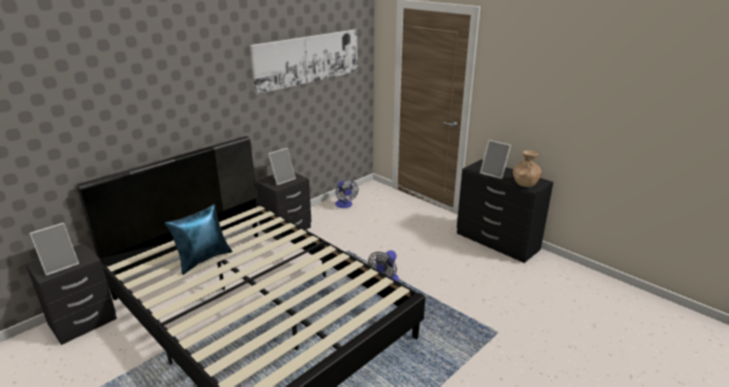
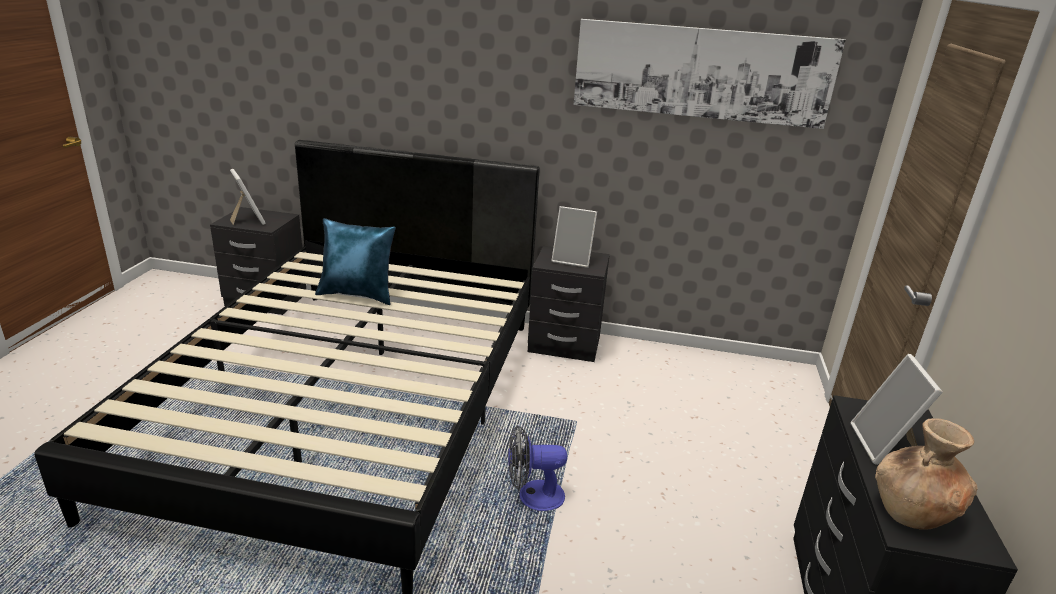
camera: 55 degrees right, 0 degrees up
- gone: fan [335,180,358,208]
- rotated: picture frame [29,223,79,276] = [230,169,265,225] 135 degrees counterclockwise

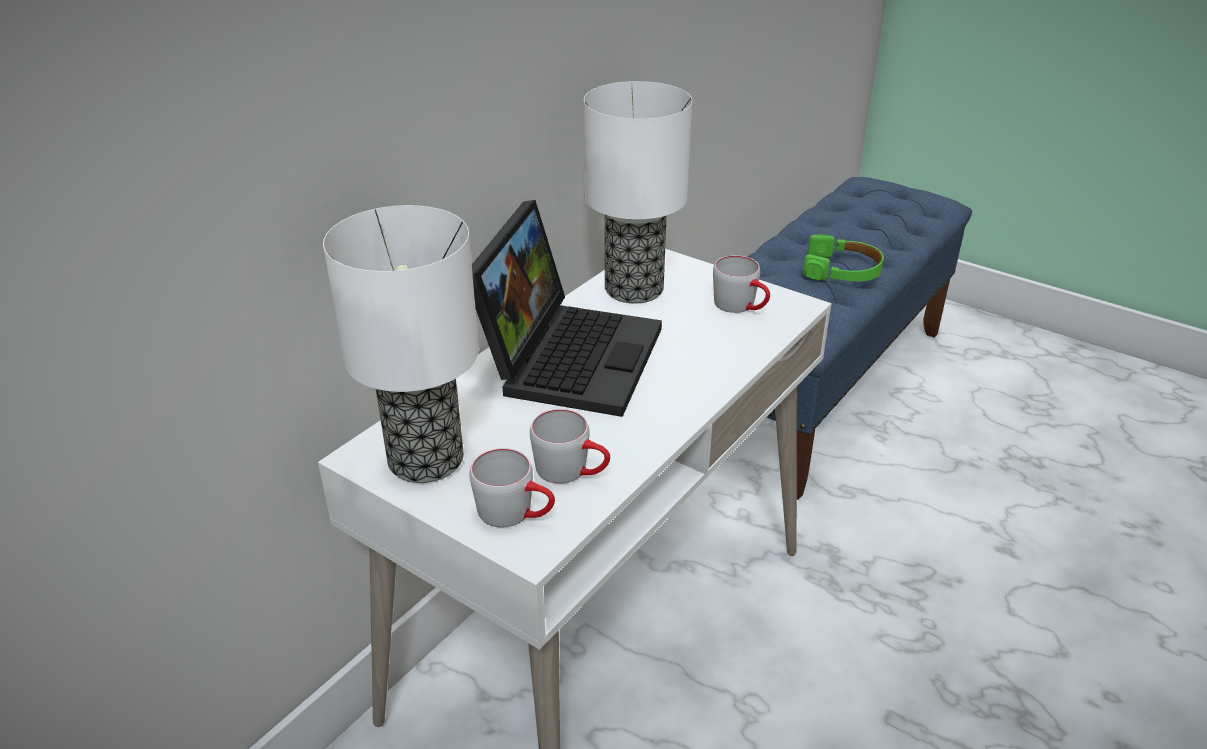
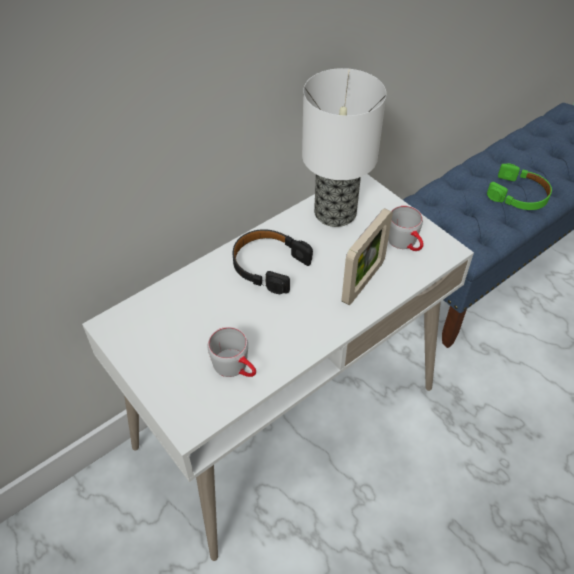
camera: 15 degrees right, 15 degrees up
- gone: table lamp [323,205,479,483]
- gone: grey mug [470,448,555,527]
- new: picture frame [342,208,393,305]
- swapped: laptop [472,200,662,417] to black headphones [232,229,313,294]

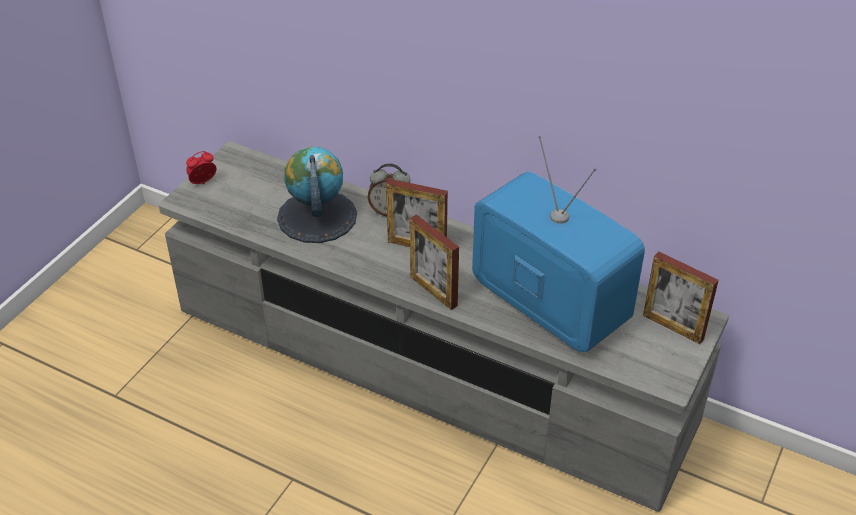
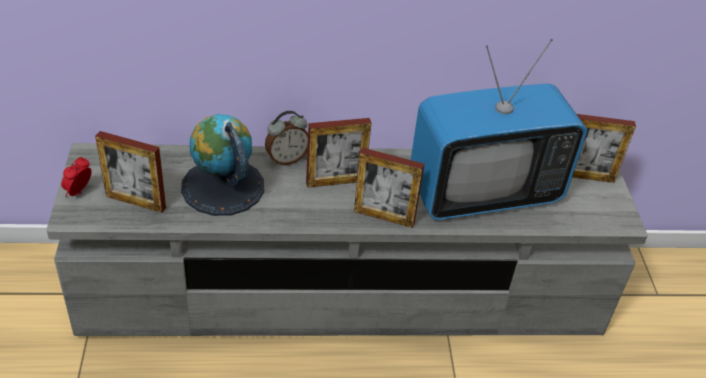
camera: 35 degrees left, 0 degrees up
- new: picture frame [95,131,166,213]
- rotated: television [472,136,645,352] = [411,39,587,220] 150 degrees clockwise

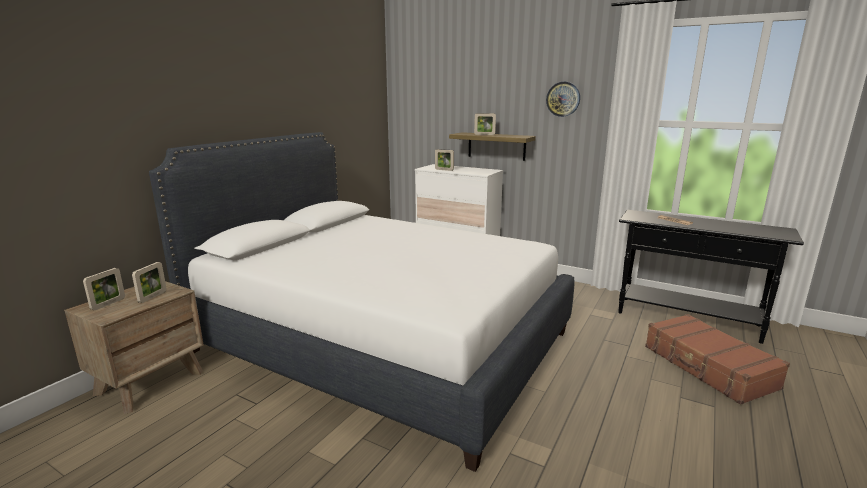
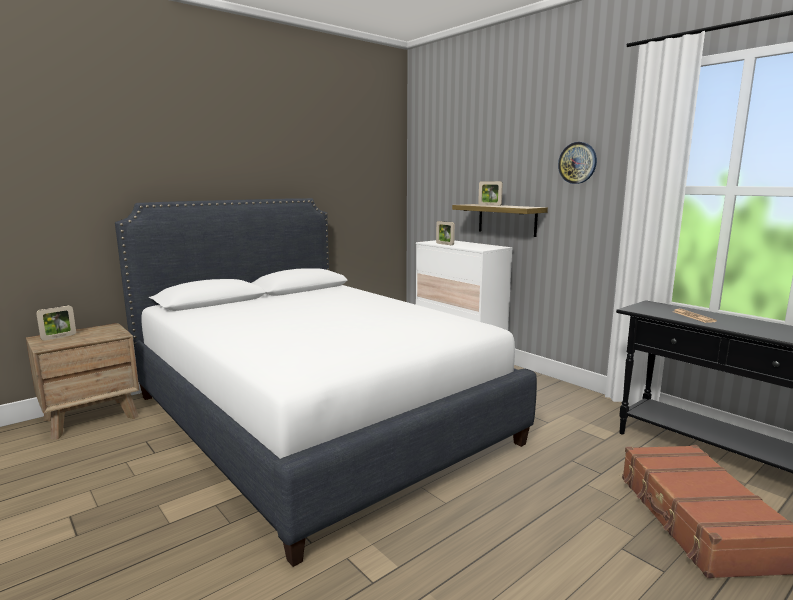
camera: 20 degrees right, 5 degrees down
- gone: picture frame [132,262,167,303]

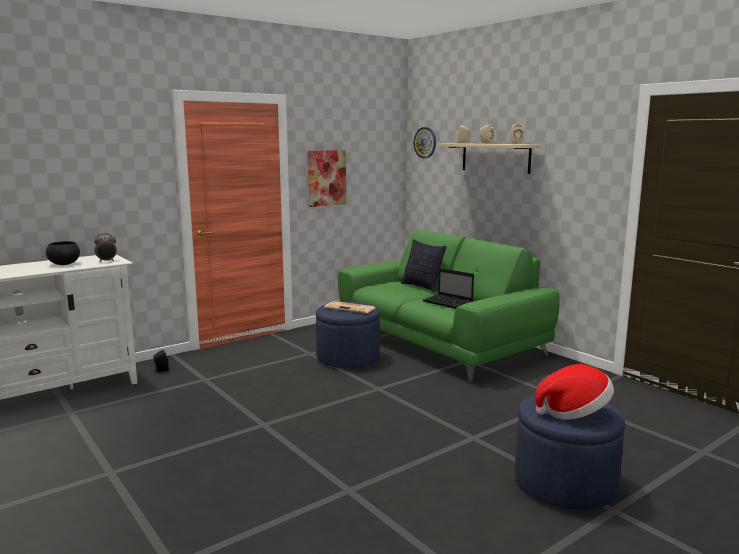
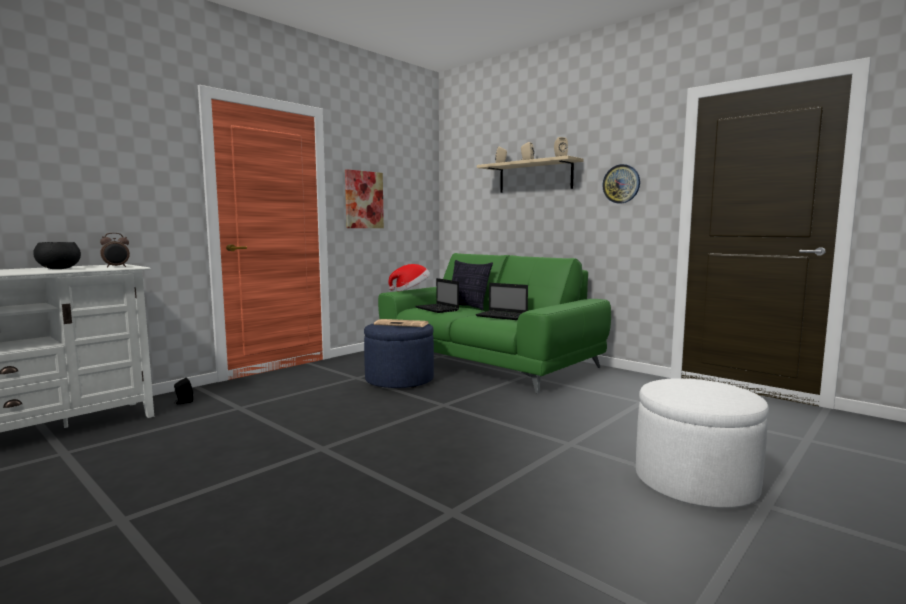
camera: 10 degrees left, 5 degrees down
- new: laptop [415,278,459,313]
- shifted: wall clock [414,127,436,158] to [603,164,640,203]
- shifted: hat [535,364,614,420] to [388,264,430,292]
- repainted: blue ottoman [515,394,625,510] to white ottoman [636,378,769,508]

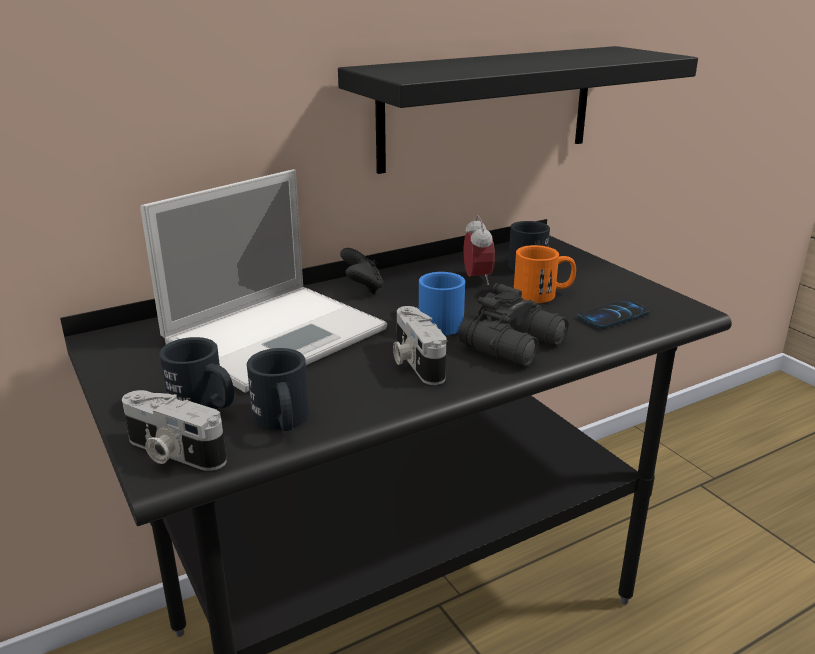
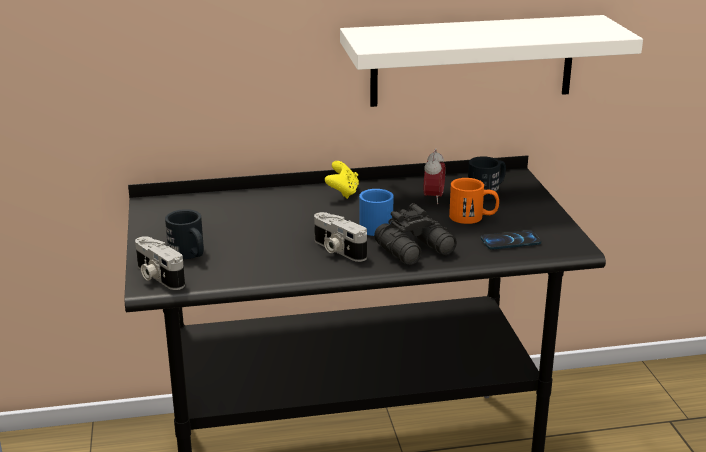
camera: 20 degrees right, 0 degrees up
- gone: laptop [140,169,387,393]
- gone: black mug [247,348,309,431]
- repainted: black shelf [338,46,698,174] to white shelf [340,15,643,107]
- repainted: black game controller [340,248,384,294] to yellow game controller [325,161,359,199]
- rotated: photo camera [393,306,447,385] = [314,212,367,262] 45 degrees counterclockwise

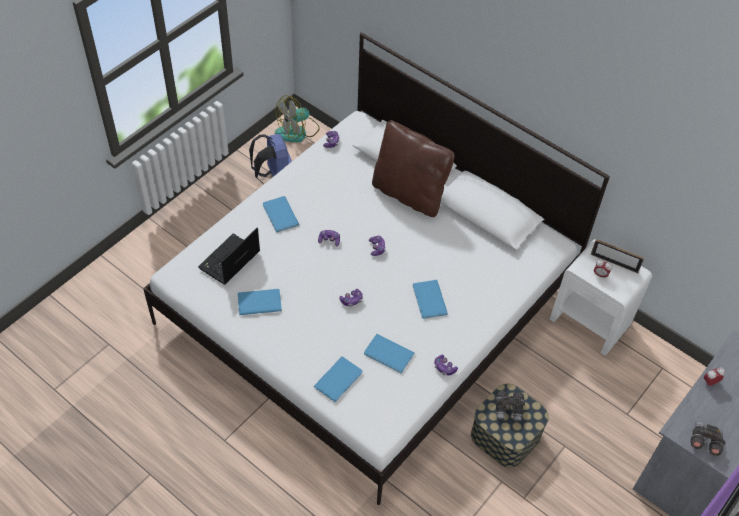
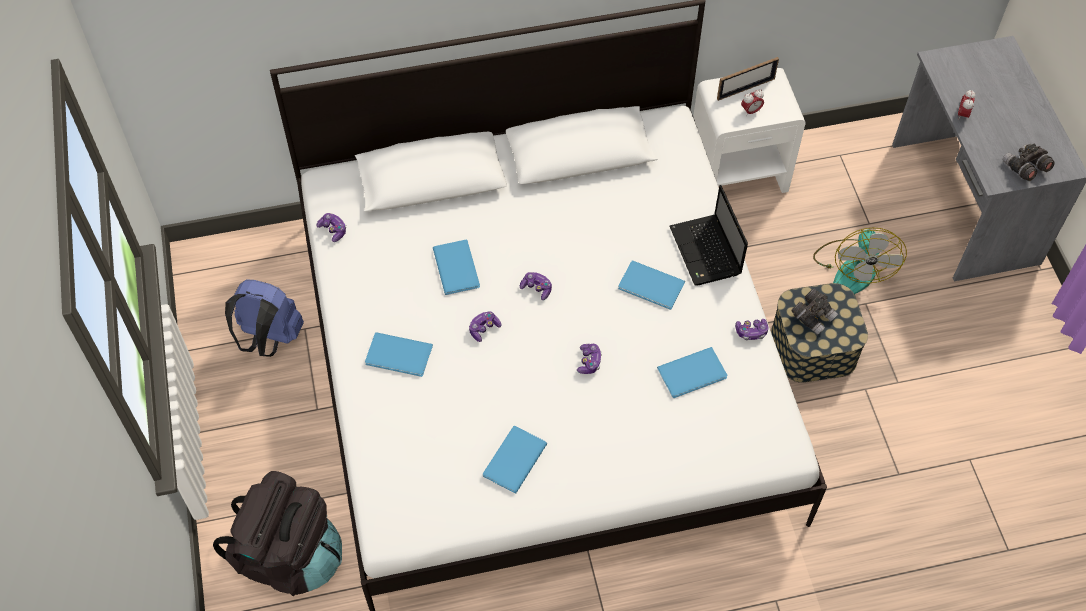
camera: 50 degrees left, 5 degrees up
- gone: brown pillow [372,120,455,217]
- new: black backpack [213,471,342,597]
- shifted: laptop [198,228,260,285] to [670,185,748,286]
- shifted: fan [275,95,319,142] to [813,227,907,294]
- shifted: blue book [314,356,362,402] to [433,240,480,295]

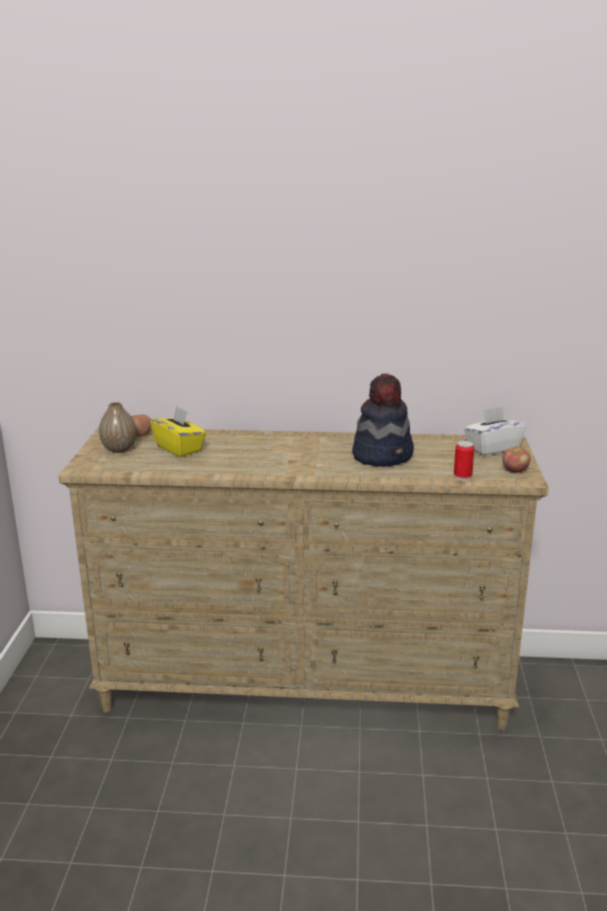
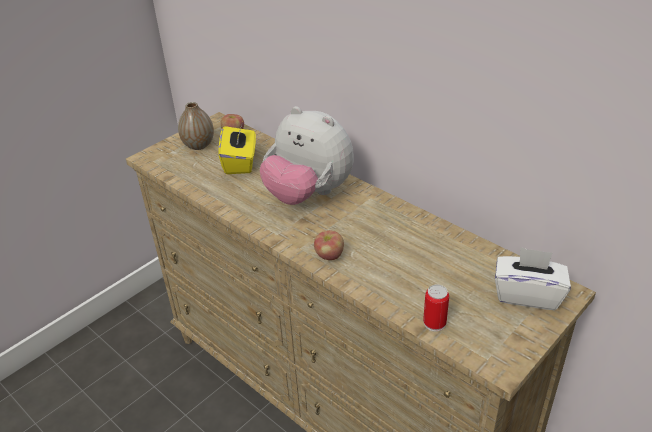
camera: 40 degrees right, 15 degrees up
- gone: hat [352,373,414,467]
- new: plush toy [260,106,354,205]
- shifted: apple [502,447,531,473] to [314,230,344,260]

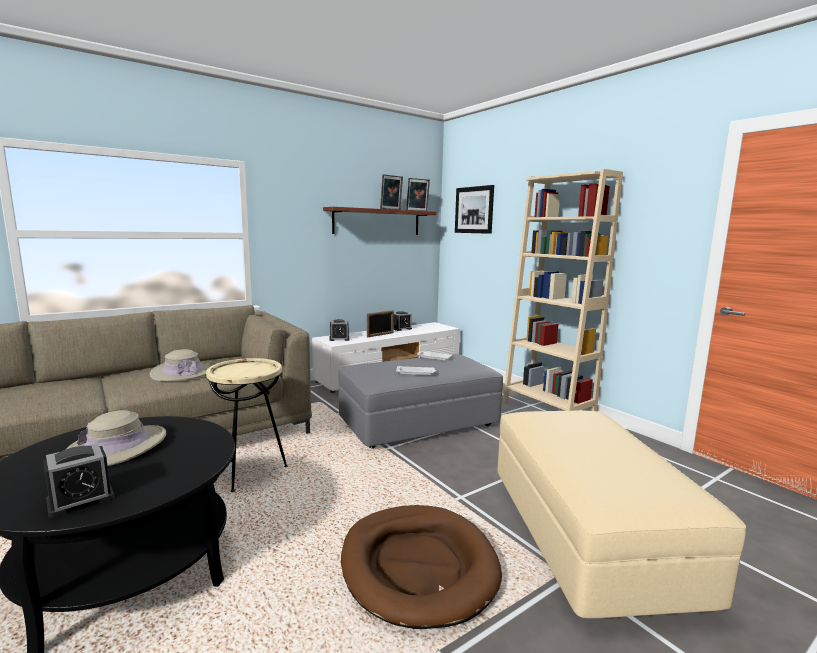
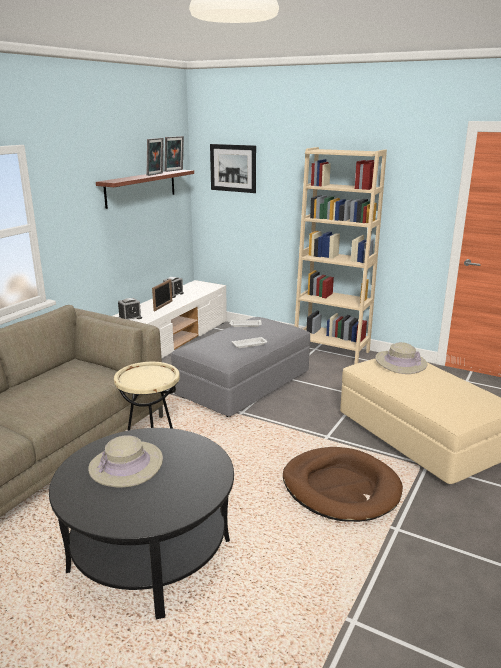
camera: 25 degrees left, 10 degrees up
- gone: alarm clock [43,443,114,518]
- shifted: beige hat [150,349,211,382] to [375,342,428,374]

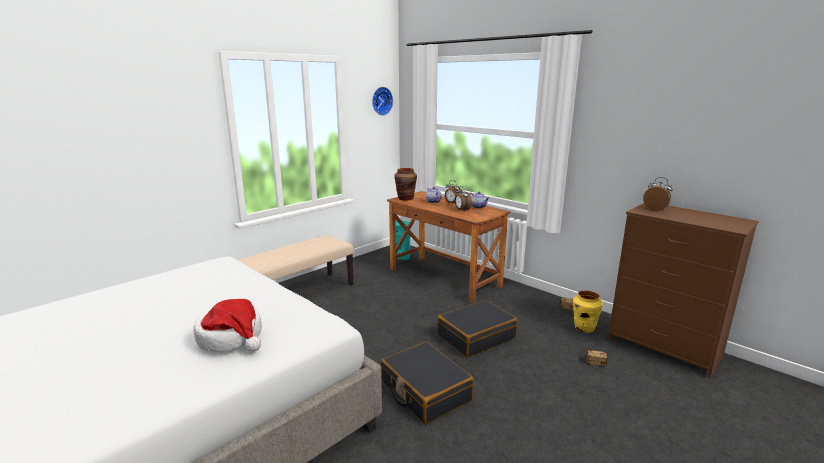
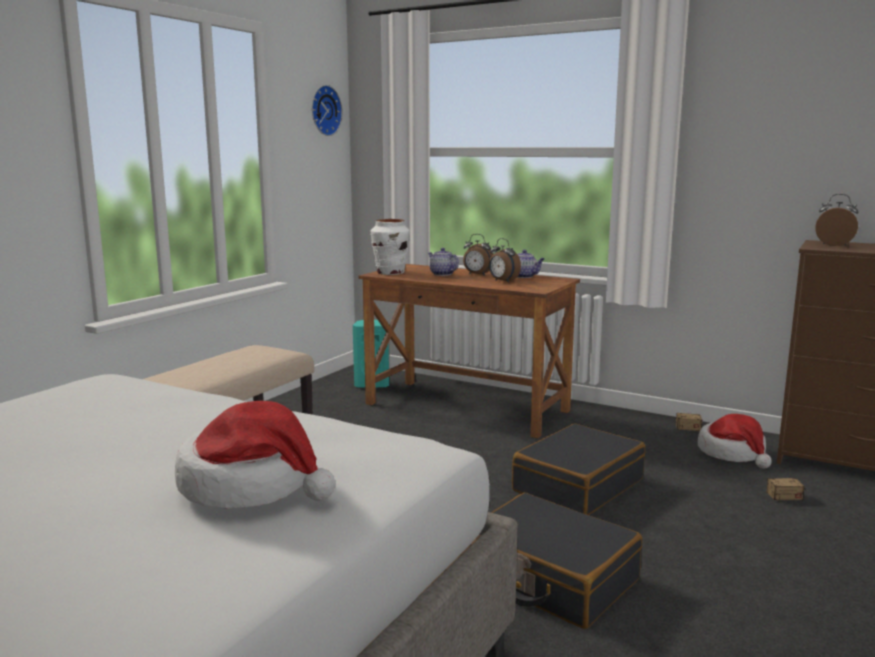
camera: 15 degrees left, 5 degrees down
- swapped: yellow vase [573,291,603,333] to hat [698,414,772,469]
- repainted: brown vase [395,168,417,200] to white vase [371,219,410,275]

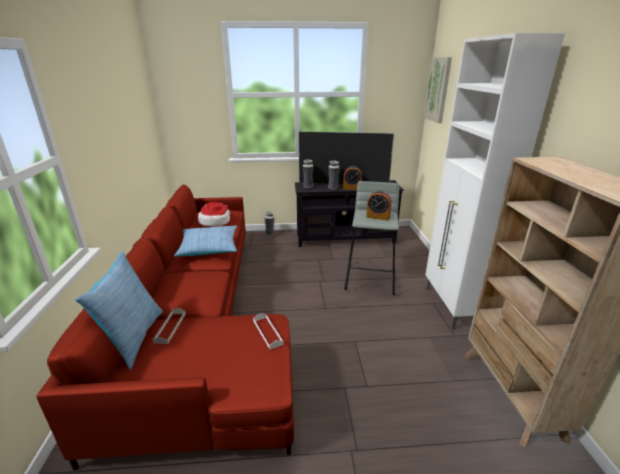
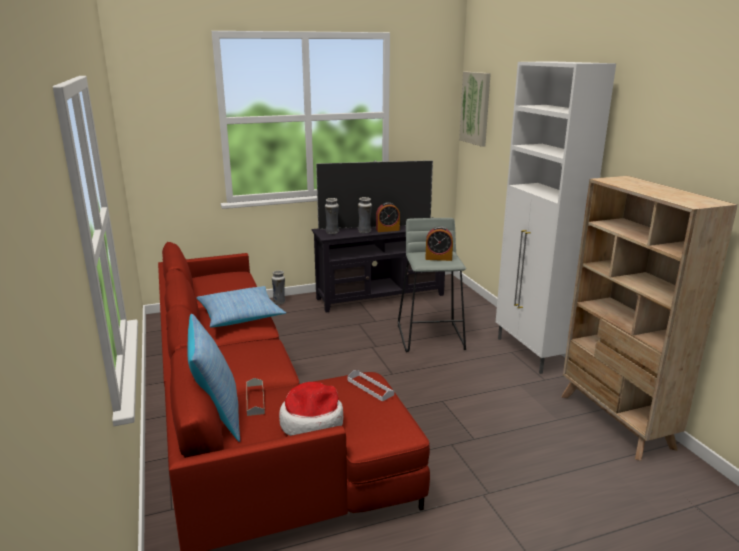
camera: 15 degrees left, 5 degrees down
- shifted: hat [198,202,230,226] to [279,382,343,436]

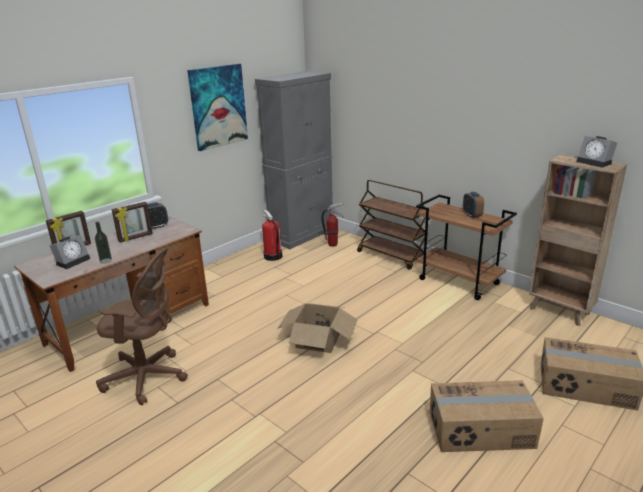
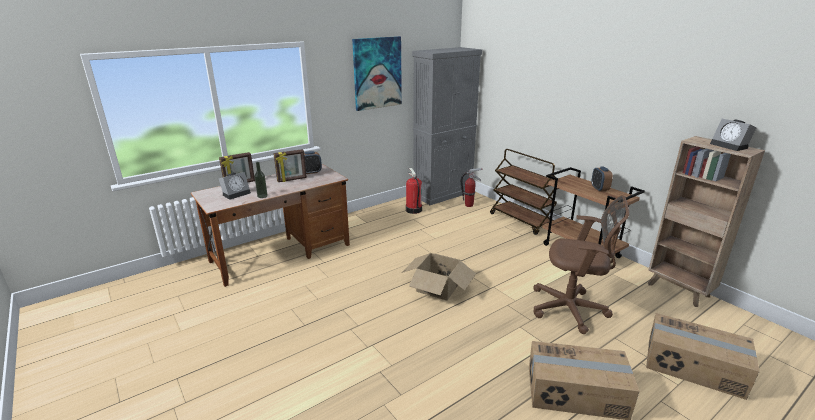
camera: 10 degrees right, 0 degrees up
- shifted: brown office chair [96,248,188,405] to [533,195,629,334]

